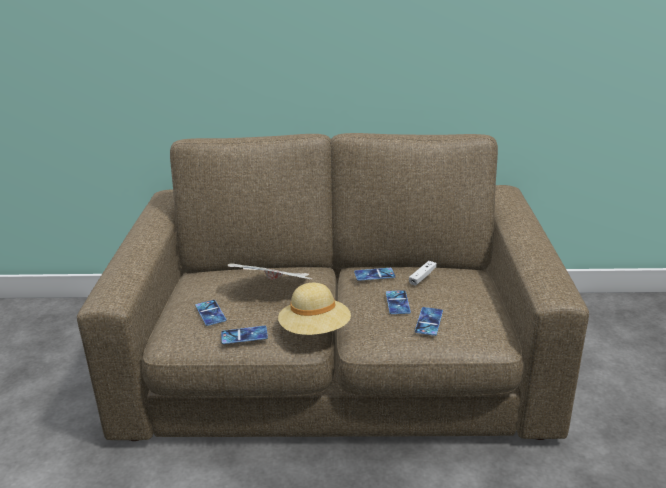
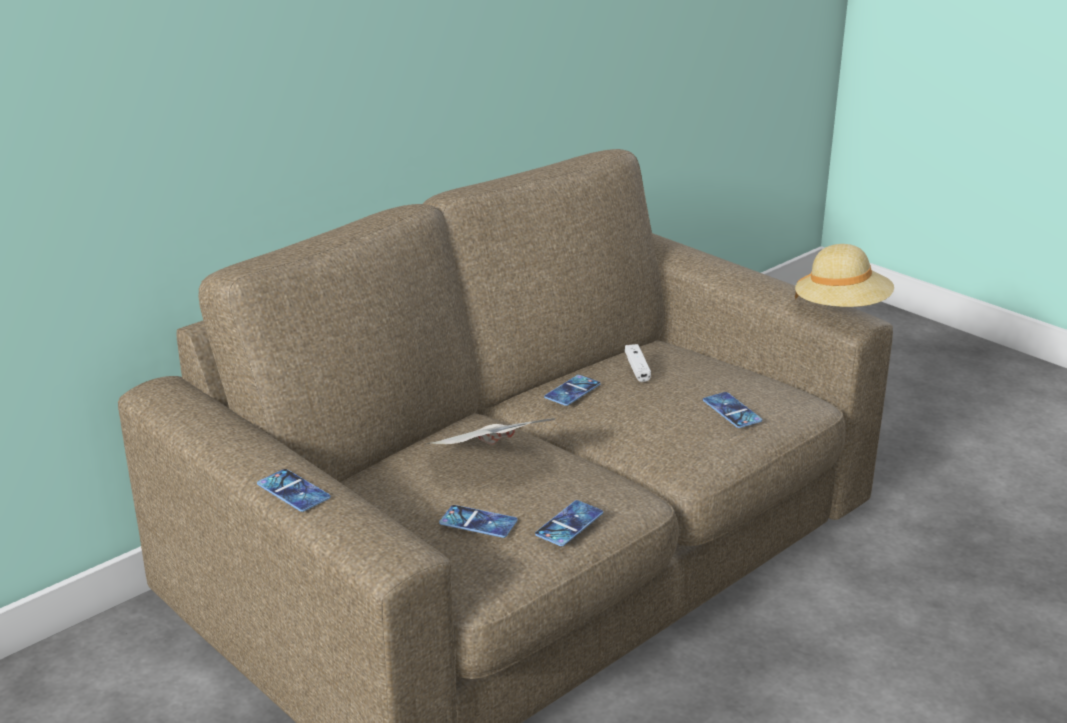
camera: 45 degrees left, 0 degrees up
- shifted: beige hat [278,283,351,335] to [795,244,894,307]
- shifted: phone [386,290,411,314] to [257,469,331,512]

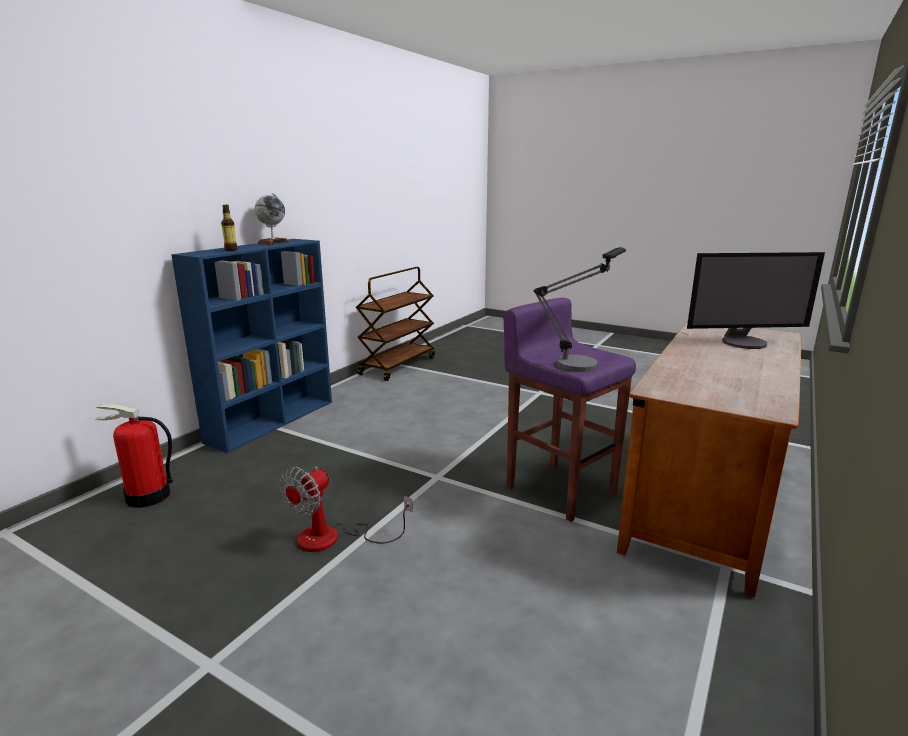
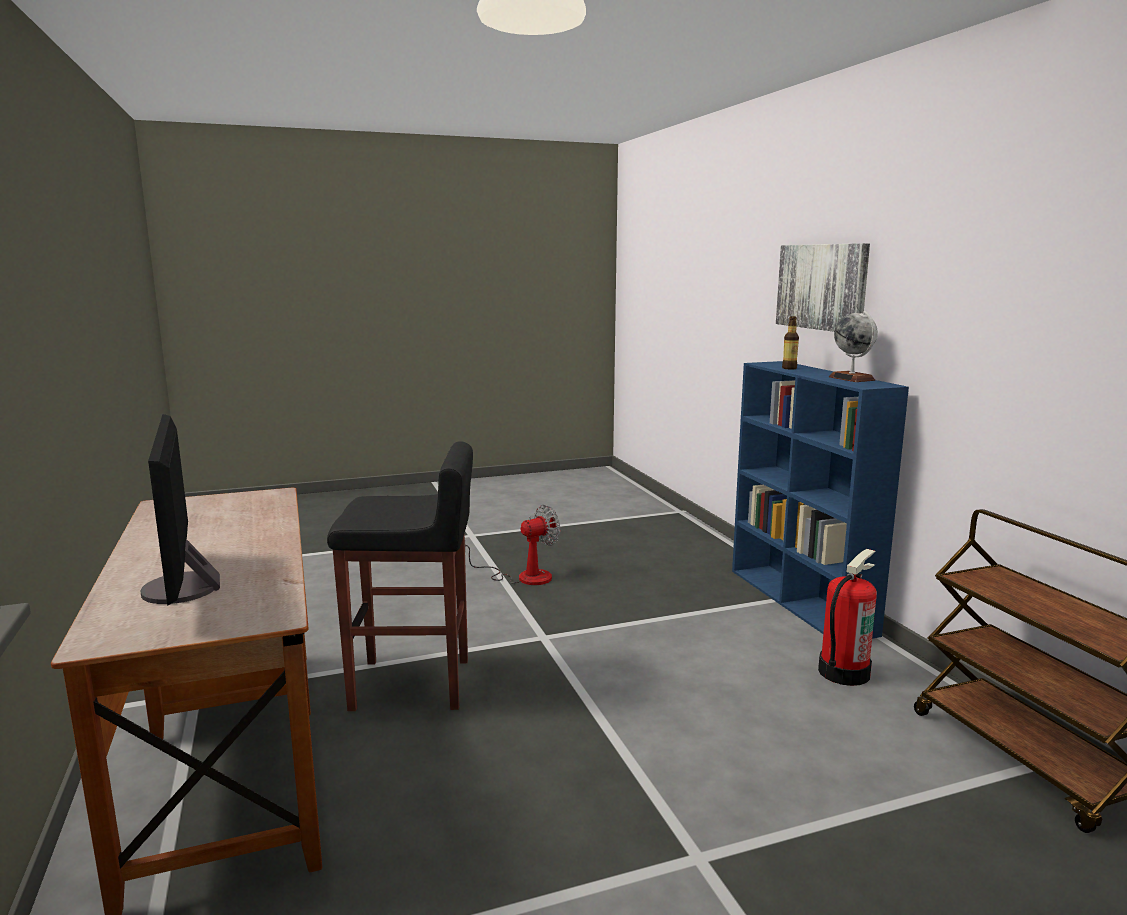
camera: 130 degrees right, 5 degrees down
- gone: table lamp [533,247,626,372]
- new: picture [776,243,870,332]
- shifted: fire extinguisher [96,404,173,508] to [818,549,877,686]
- repainted: purple stool [504,298,636,522] to black stool [327,441,473,711]
- rotated: fan [279,467,413,552] = [465,505,560,585] 75 degrees clockwise
- rotated: monitor [687,252,825,349] = [140,414,220,606] 60 degrees counterclockwise

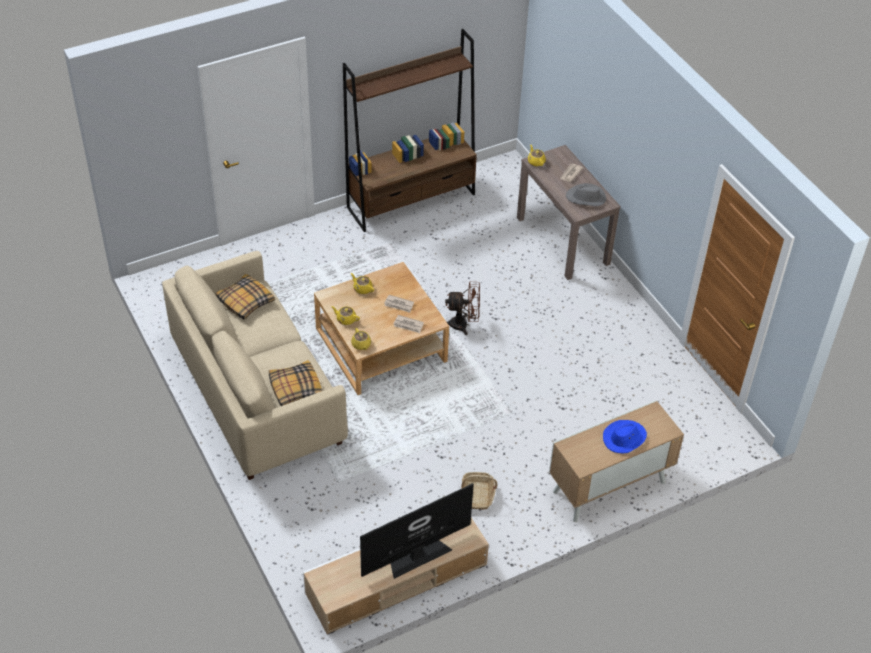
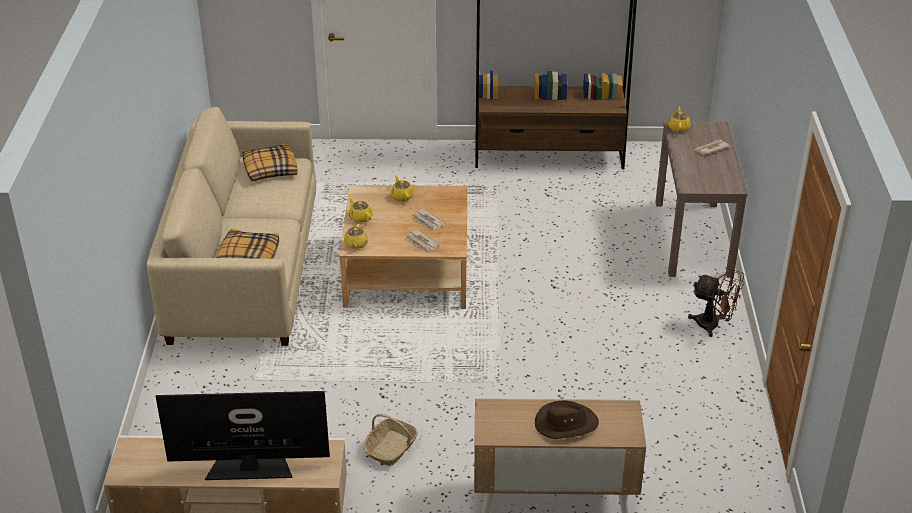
camera: 30 degrees right, 10 degrees down
- gone: grey hat [566,183,606,206]
- shifted: brown fan [445,282,480,335] to [688,268,745,337]
- repainted: blue hat [603,420,647,453] to brown hat [535,401,599,439]

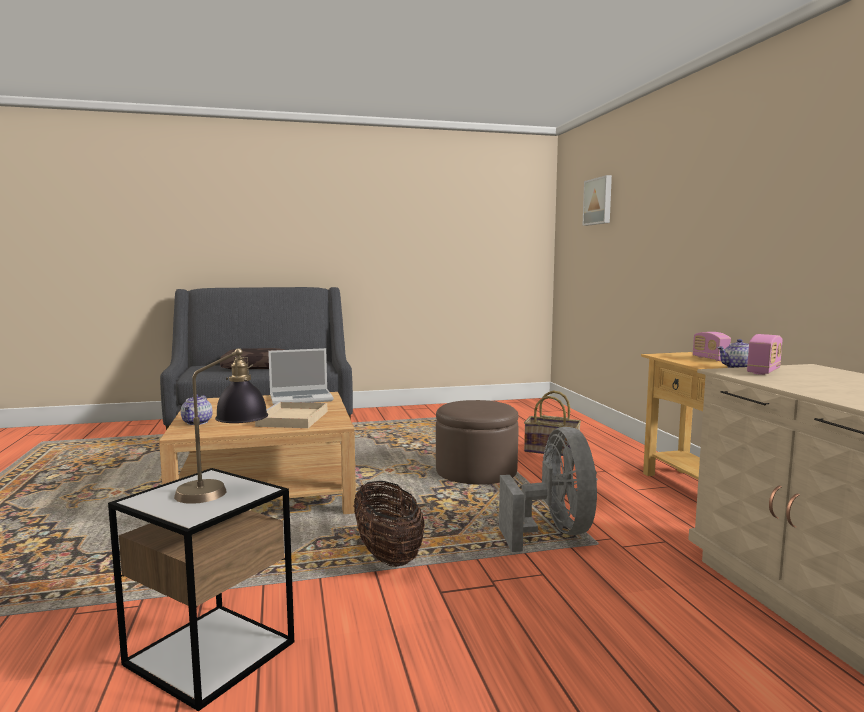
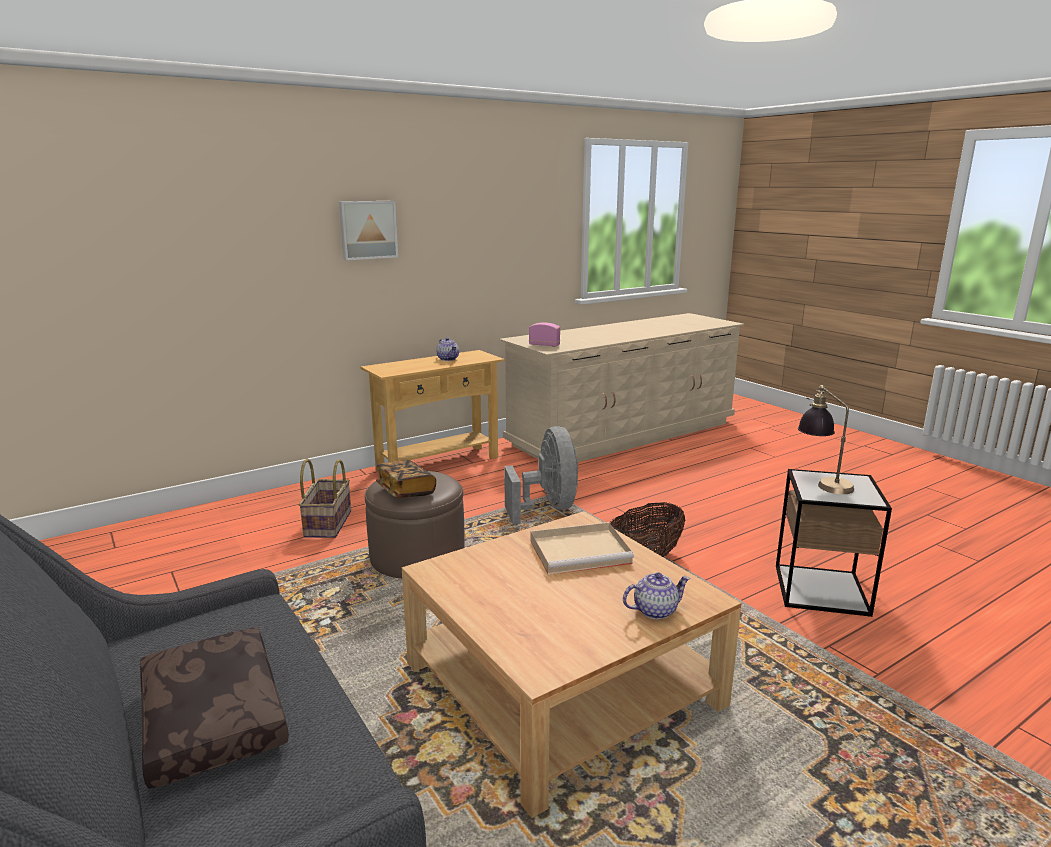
camera: 110 degrees left, 10 degrees up
- gone: laptop [268,348,333,404]
- gone: radio [693,332,731,361]
- new: book [376,460,436,498]
- shifted: picture [582,175,612,226] to [339,201,398,260]
- rotated: grey fan [499,427,598,552] = [504,426,579,524] 105 degrees clockwise

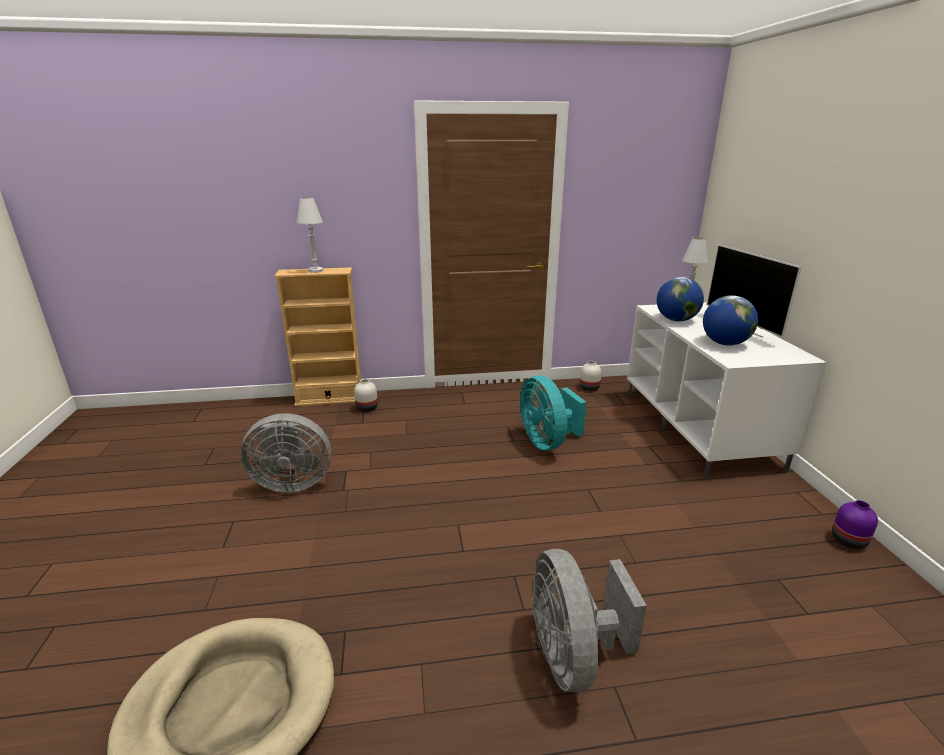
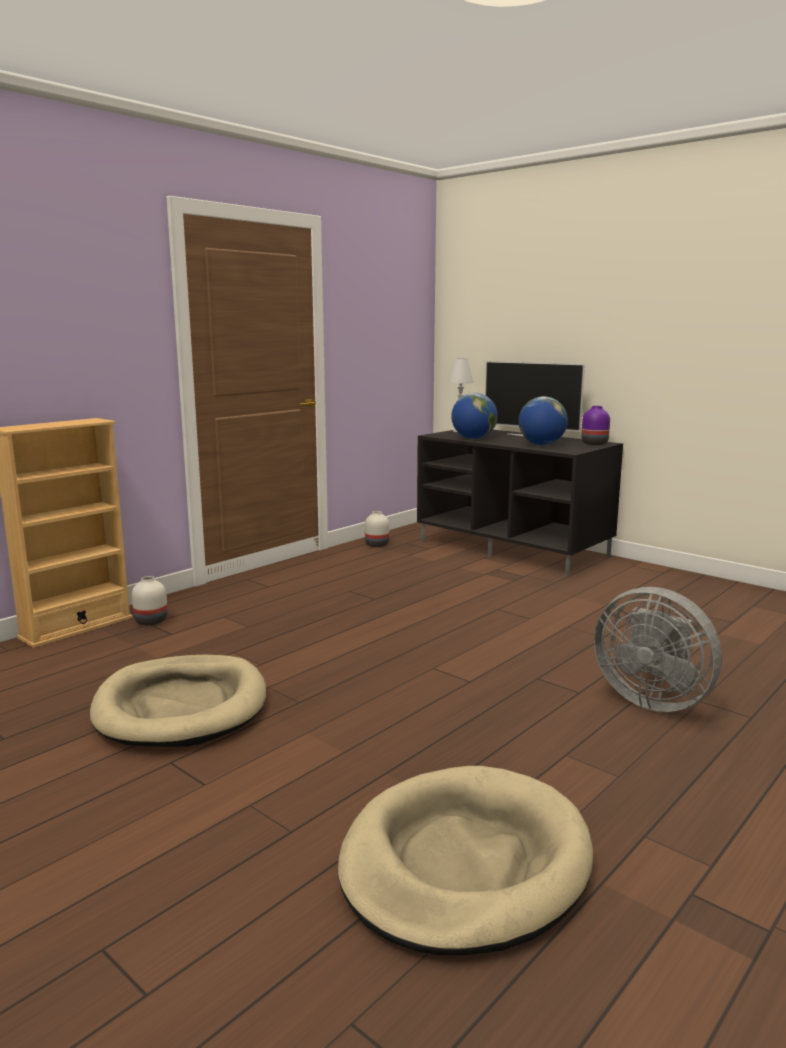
camera: 40 degrees left, 10 degrees down
- gone: white table lamp [297,197,323,273]
- gone: turquoise fan [520,375,587,451]
- shifted: purple vase [832,500,878,549] to [582,406,610,445]
- swapped: grey fan [241,413,331,492] to beige dog bed [90,655,266,747]
- repainted: white tv stand [627,302,827,479] to black tv stand [417,430,623,577]

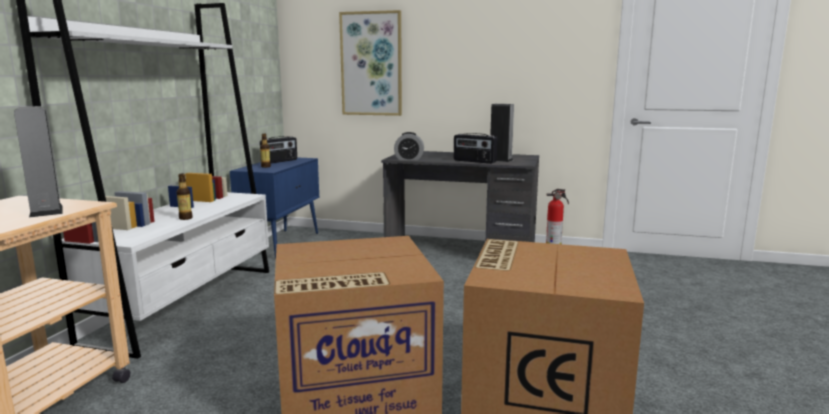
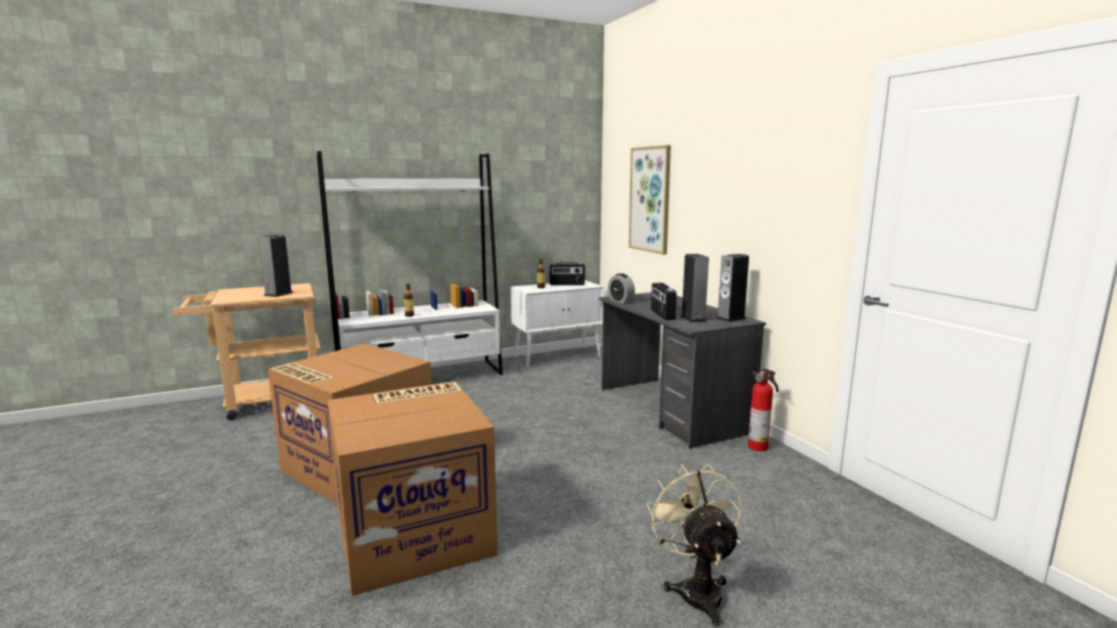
camera: 50 degrees right, 0 degrees up
- new: beige fan [646,464,742,627]
- new: speaker [716,254,749,322]
- repainted: blue cabinet [230,157,319,259] to white cabinet [511,280,604,368]

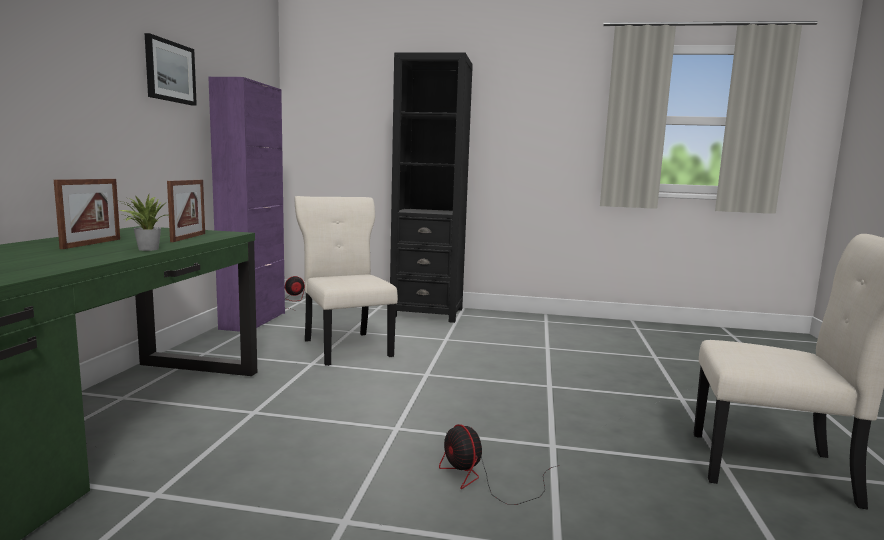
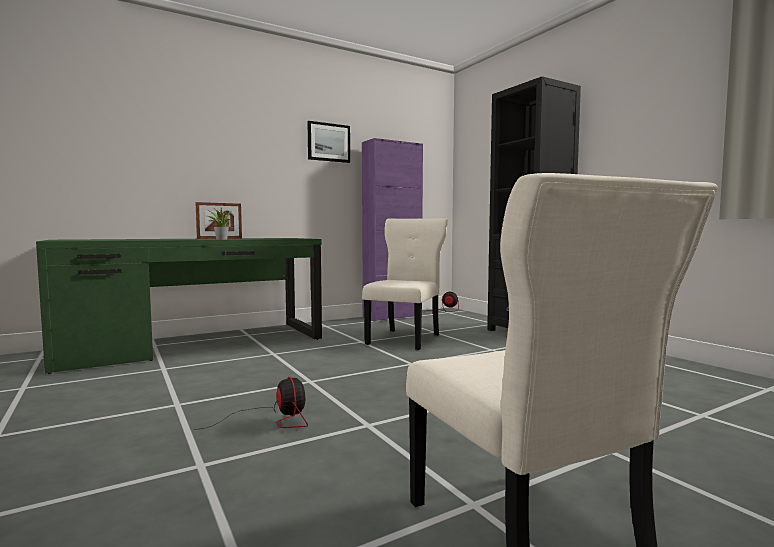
camera: 50 degrees right, 5 degrees down
- gone: picture frame [167,180,205,242]
- rotated: fan [439,424,559,505] = [194,377,308,430] 135 degrees clockwise

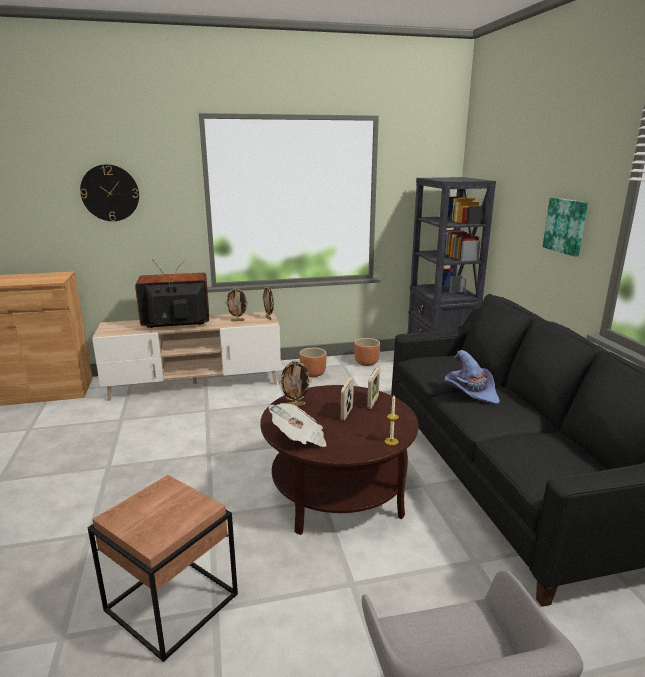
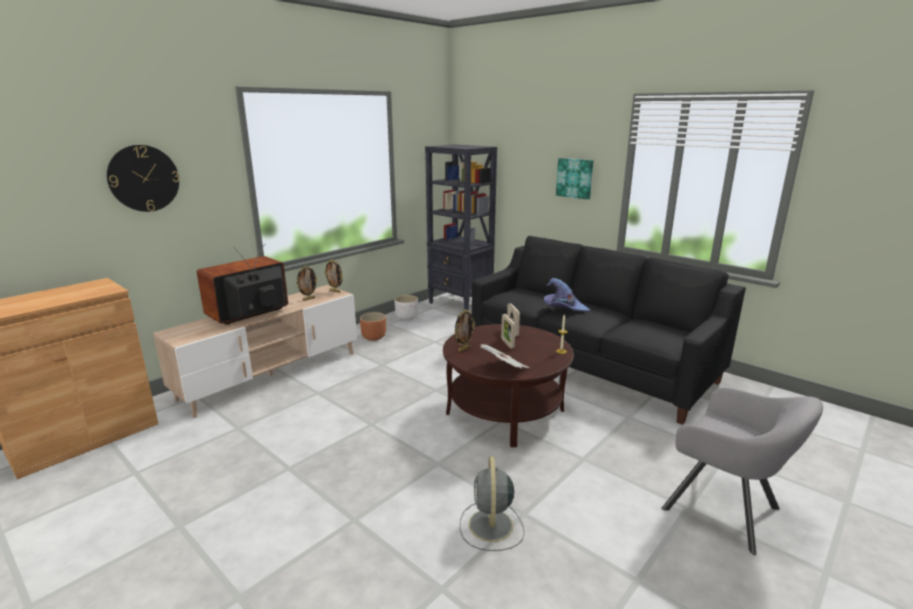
camera: 35 degrees left, 0 degrees up
- swapped: brown side table [87,475,238,662] to grey fan [460,456,525,551]
- repainted: brown planter [354,338,380,366] to white planter [394,295,418,321]

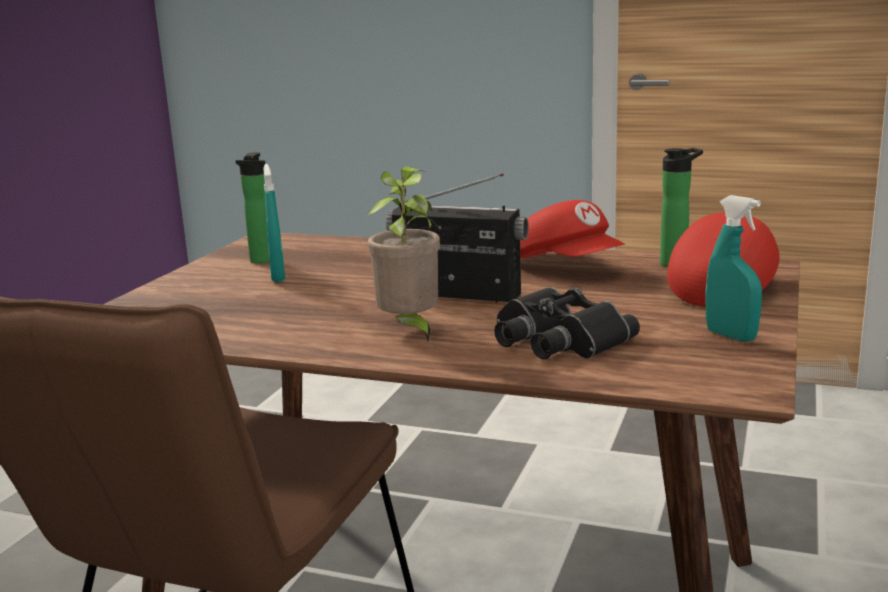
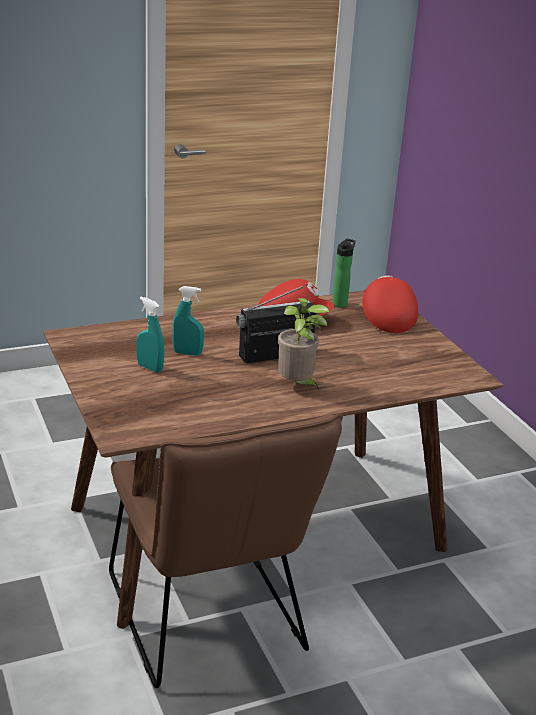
camera: 45 degrees left, 10 degrees up
- gone: bottle [235,152,269,264]
- gone: black binoculars [494,287,640,359]
- shifted: turquoise spray bottle [705,195,762,342] to [172,286,204,356]

